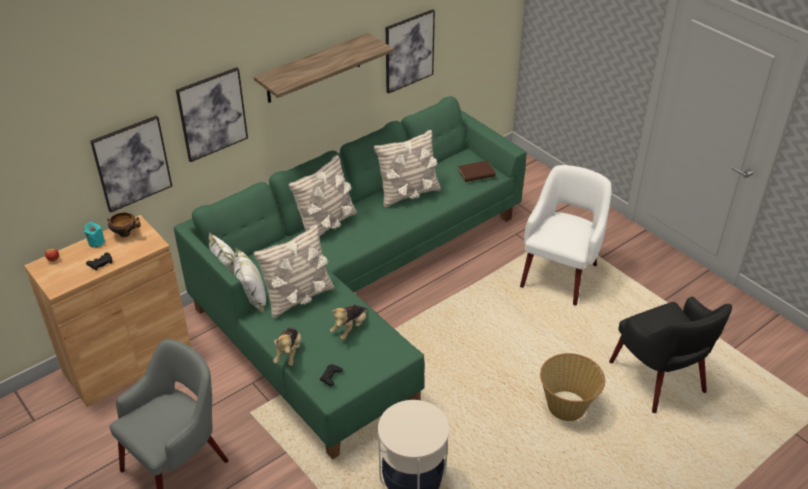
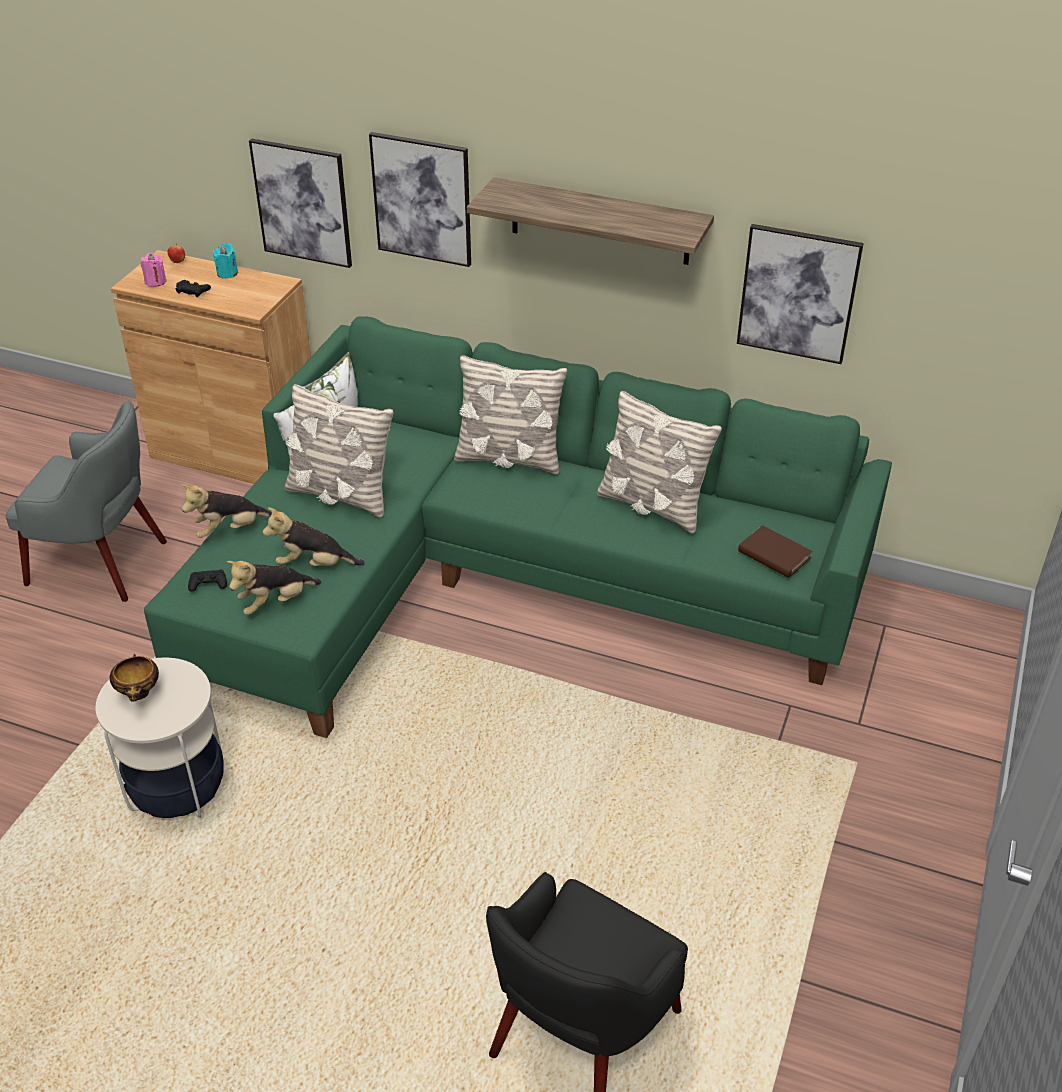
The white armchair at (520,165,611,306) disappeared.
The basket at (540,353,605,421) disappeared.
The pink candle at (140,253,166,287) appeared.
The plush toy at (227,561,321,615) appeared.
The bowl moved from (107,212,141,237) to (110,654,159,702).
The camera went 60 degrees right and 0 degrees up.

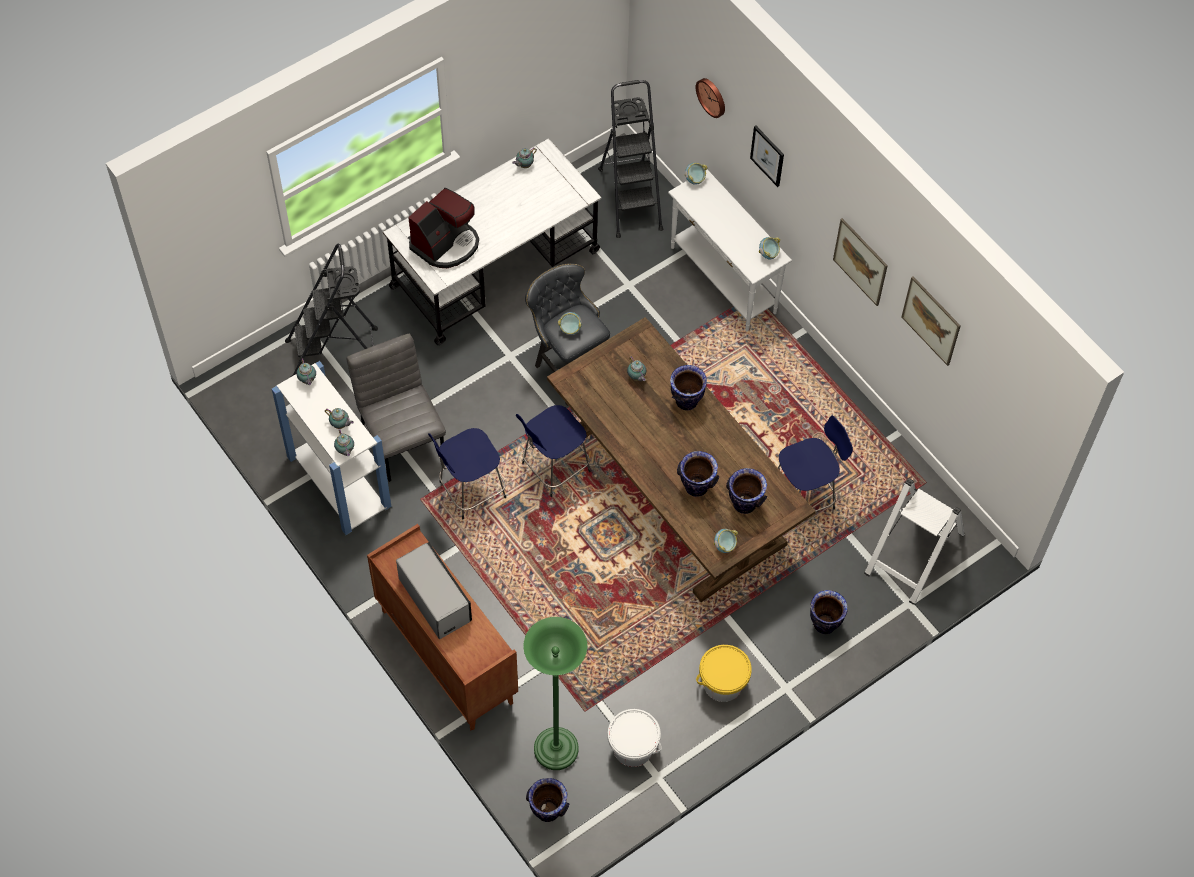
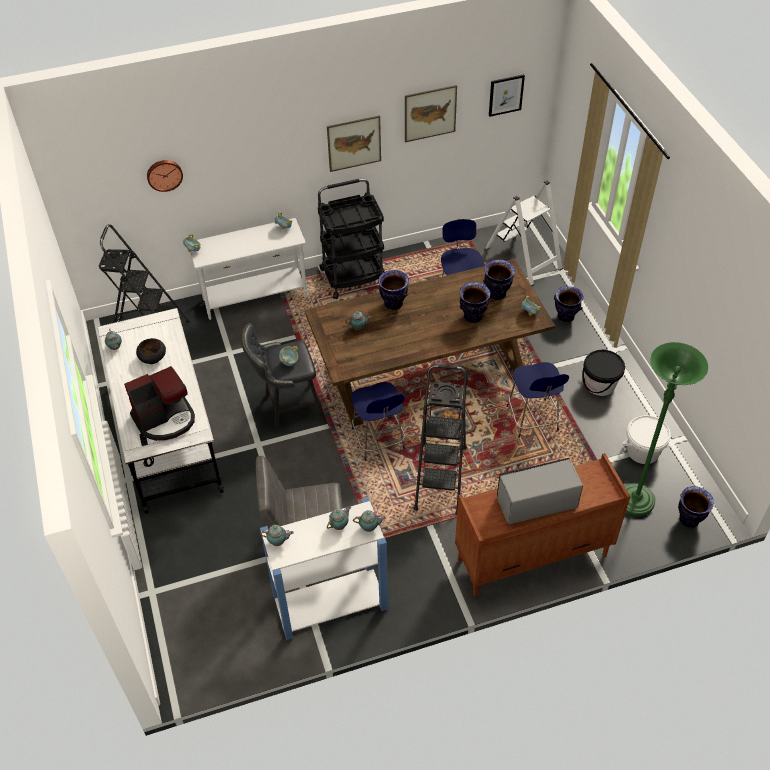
The black bowl at (136,338,166,364) appeared.
The black cart at (318,179,385,299) appeared.
The step ladder moved from (285,244,378,377) to (414,364,467,515).
The blue stool moved from (428,428,506,519) to (507,362,569,438).
The picture moved from (750,126,784,187) to (489,74,525,117).
The yellow bucket at (696,645,752,702) became the black bucket at (582,350,625,396).
The coffee machine at (408,188,479,268) turned 90 degrees clockwise.
The camera went 70 degrees left and 10 degrees down.

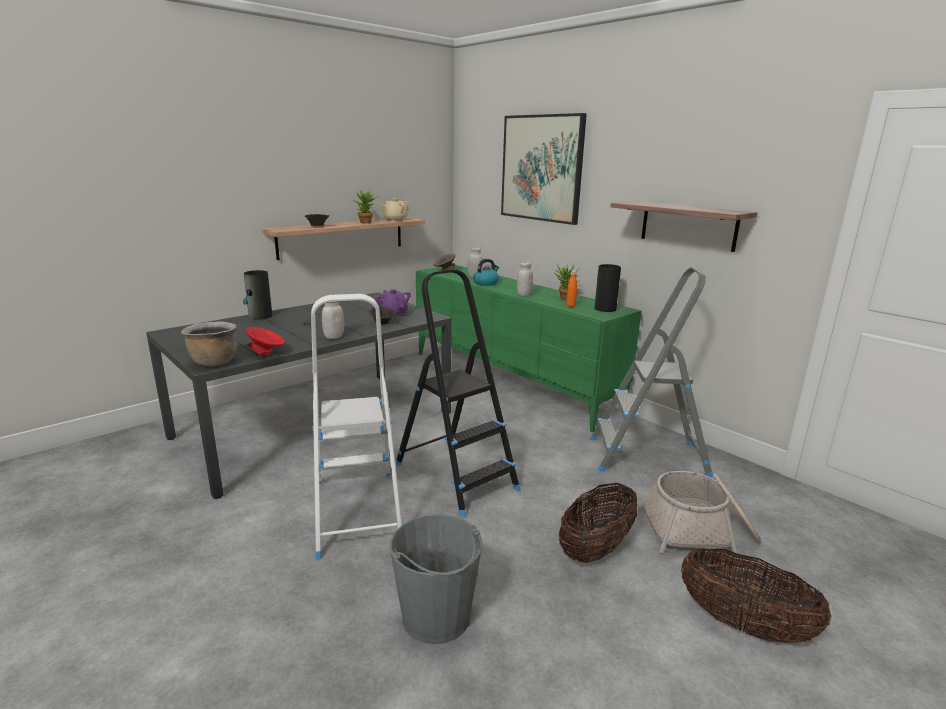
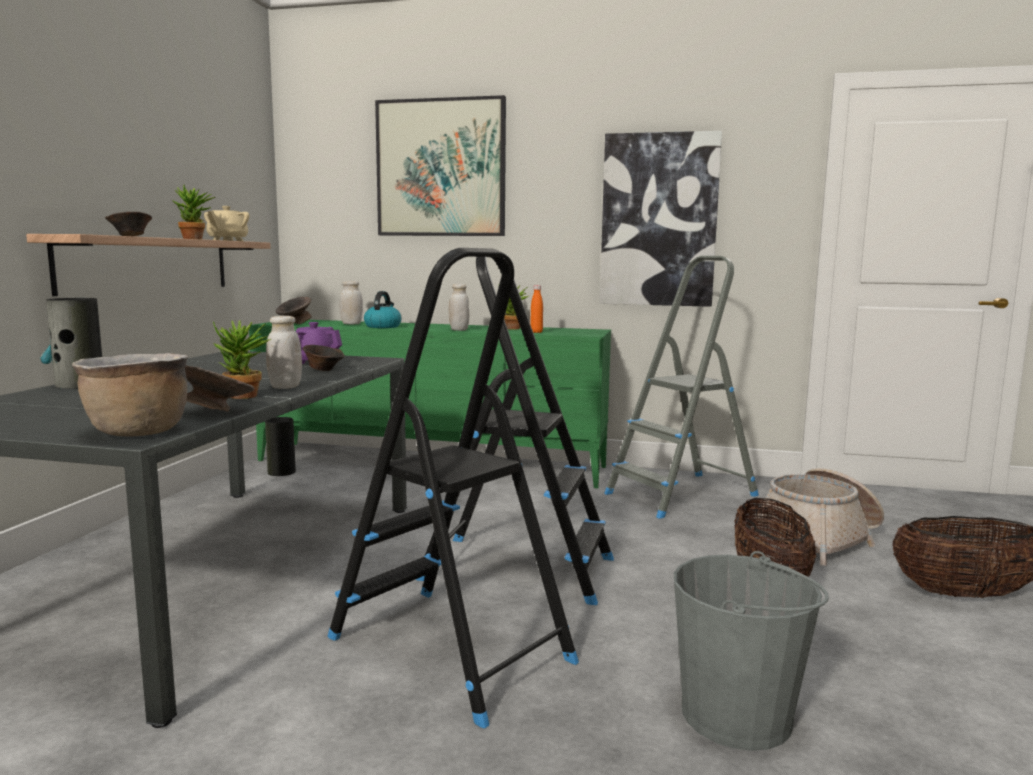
The potted plant at (213,320,271,399) appeared.
The vase moved from (595,264,621,312) to (265,417,296,476).
The shelf at (610,201,758,252) was replaced by the picture at (600,131,722,307).
The red bowl at (246,327,285,355) became the grey bowl at (185,365,254,412).
The white step ladder at (311,294,403,559) became the black step ladder at (328,248,579,728).
The camera went 35 degrees left and 10 degrees down.

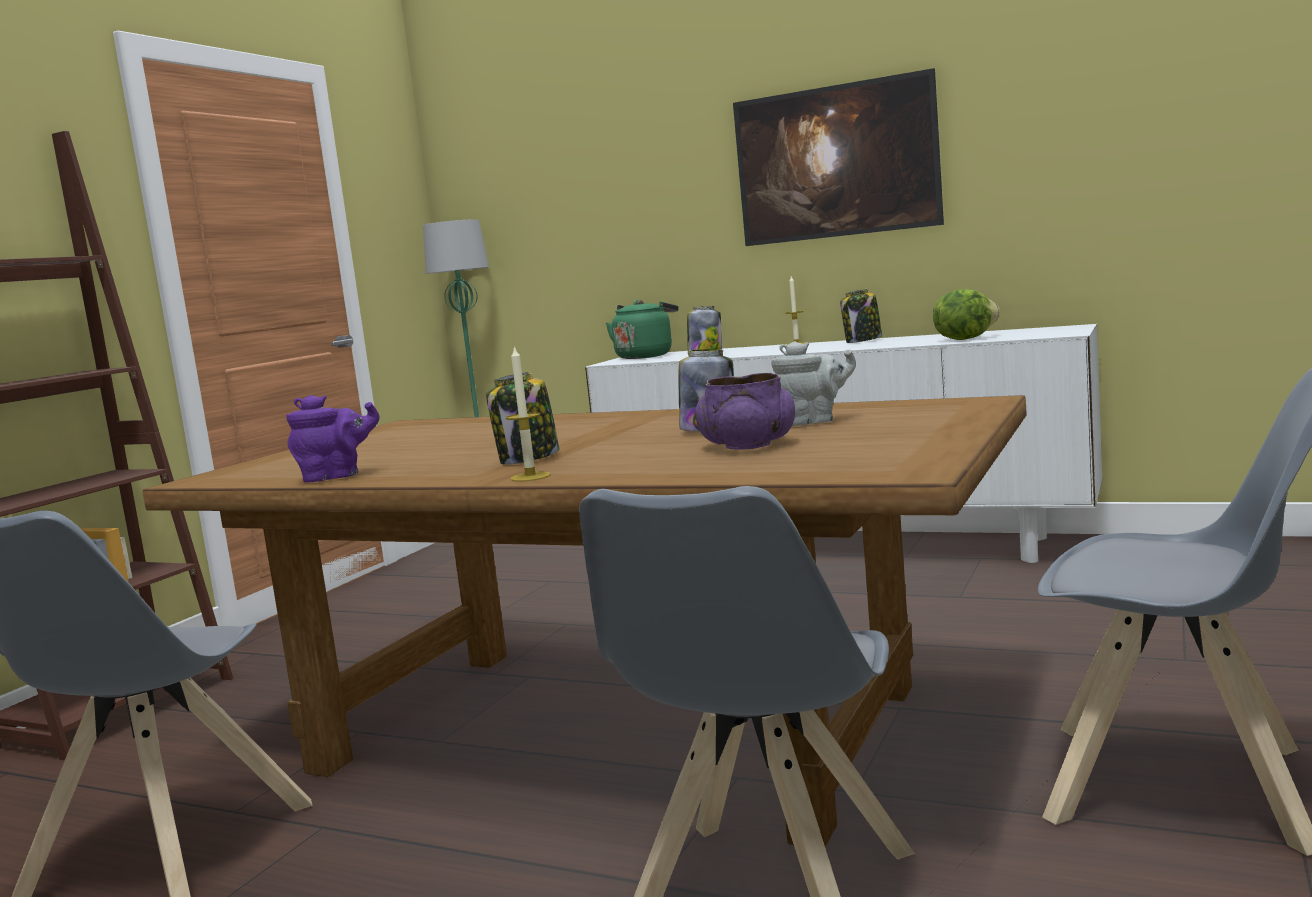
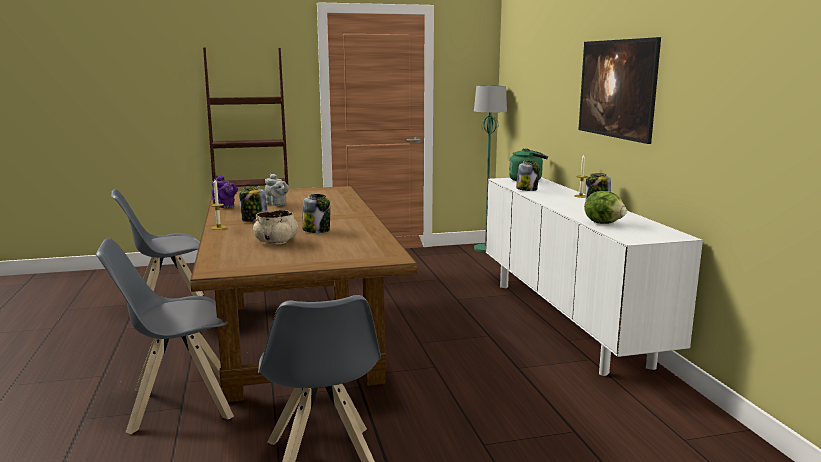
The grey teapot moved from (771,341,856,426) to (265,174,289,206).
The purple bowl at (696,373,795,450) became the beige bowl at (253,210,298,244).
The camera went 50 degrees right and 5 degrees up.

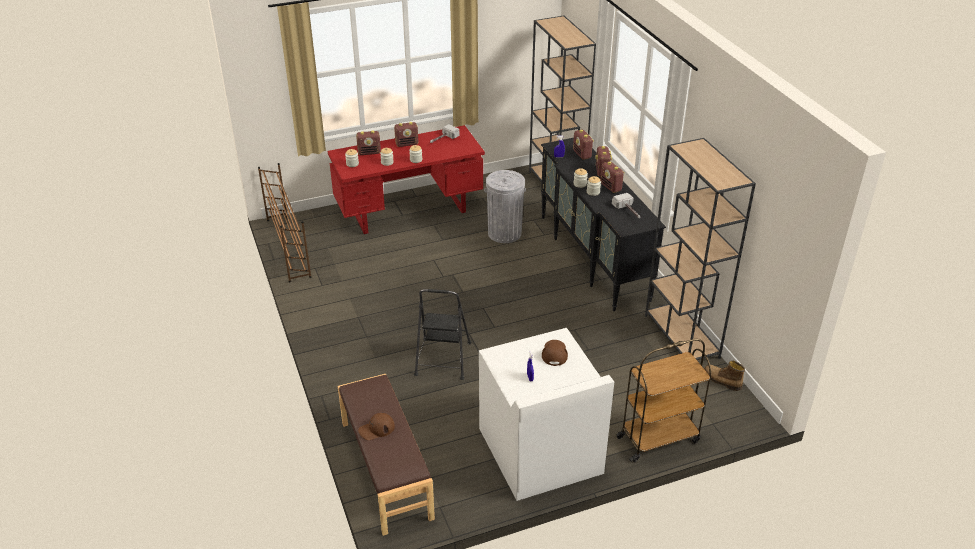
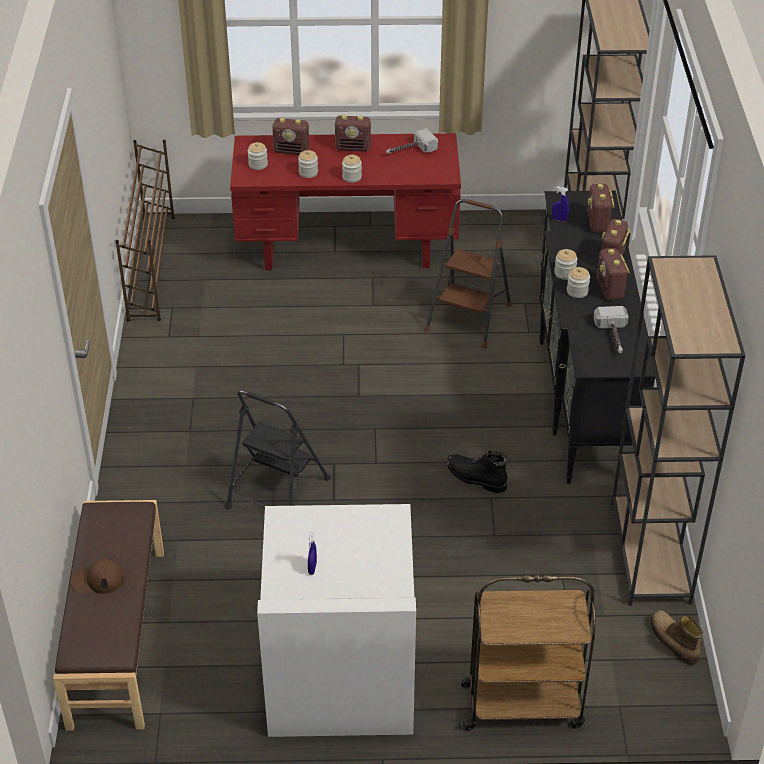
The brown cap at (542,340,568,366) disappeared.
The black boot at (446,451,507,493) appeared.
The grey trash can at (484,170,526,243) was replaced by the brown step ladder at (424,199,512,349).
The camera went 20 degrees right and 5 degrees up.

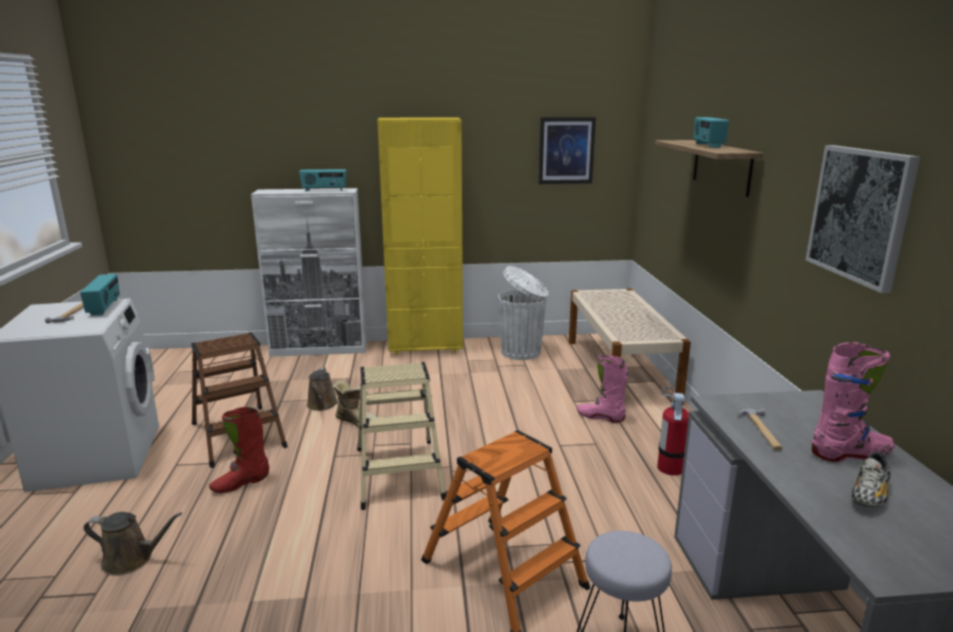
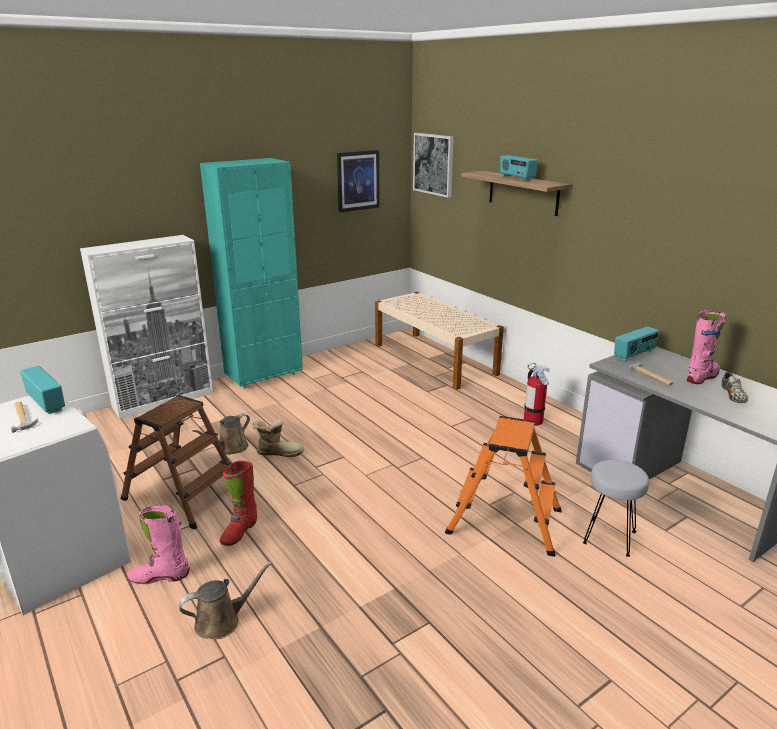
The beige step ladder at (357,362,445,510) disappeared.
The white trash can at (498,266,549,360) disappeared.
The radio moved from (299,169,347,191) to (614,326,659,361).
The pink boot moved from (577,355,628,423) to (127,505,190,584).
The picture moved from (806,145,920,293) to (413,133,454,198).
The yellow cabinet at (377,117,463,355) became the turquoise cabinet at (200,158,303,388).
The brown watering can at (307,367,338,411) turned 75 degrees clockwise.
The camera went 30 degrees left and 5 degrees up.

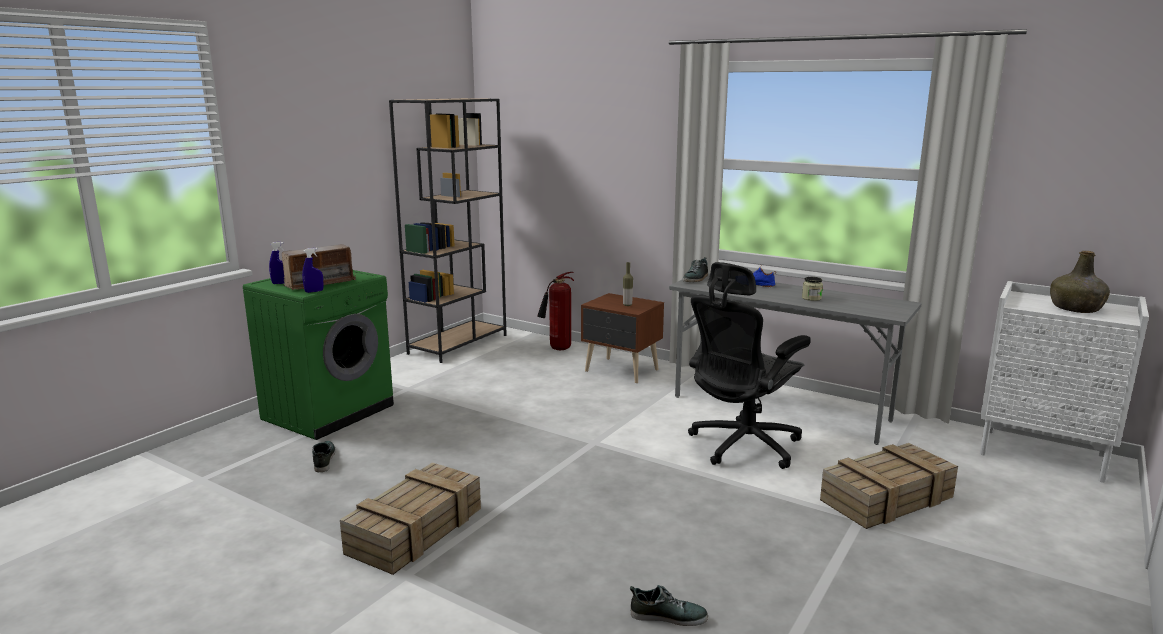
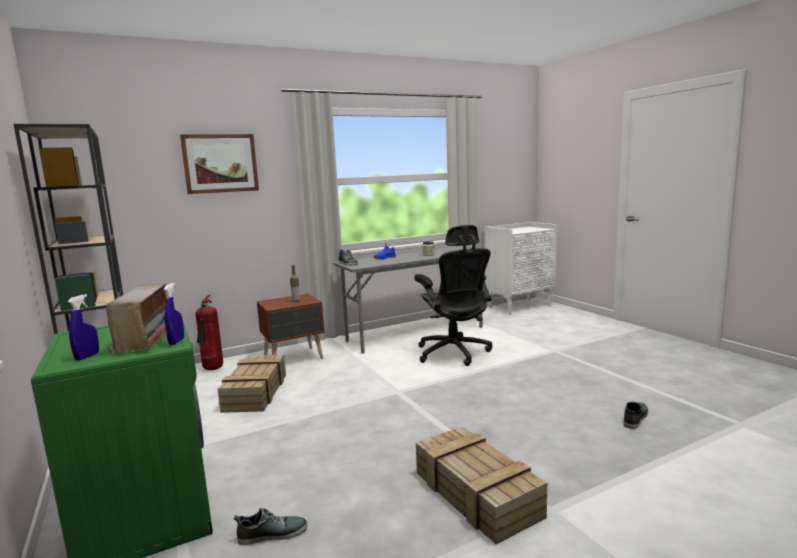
The green bottle at (1050,251,1110,313) disappeared.
The picture at (180,134,259,194) appeared.
The crate moved from (820,443,958,529) to (217,355,286,413).
The shoe at (312,441,335,472) turned 150 degrees clockwise.
The camera went 60 degrees left and 5 degrees down.

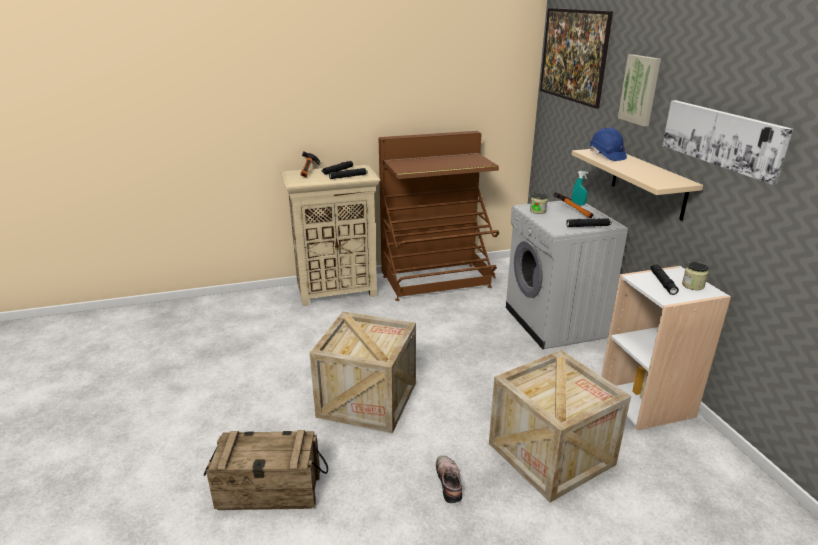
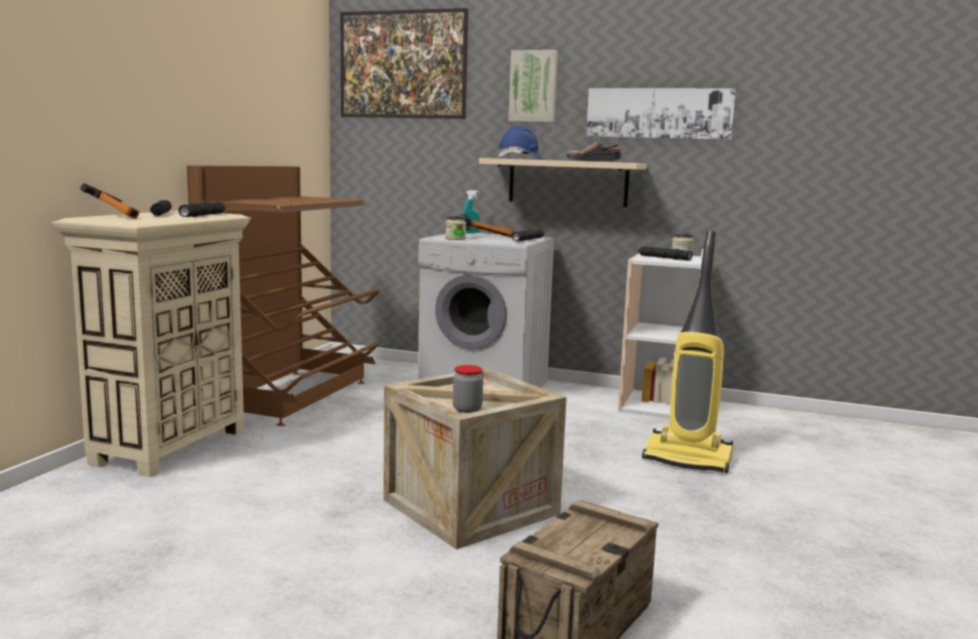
The jar at (453,365,483,413) appeared.
The shoe moved from (436,456,462,503) to (567,142,621,161).
The crate at (489,350,631,503) was replaced by the vacuum cleaner at (642,231,733,473).
The camera went 55 degrees left and 15 degrees down.

